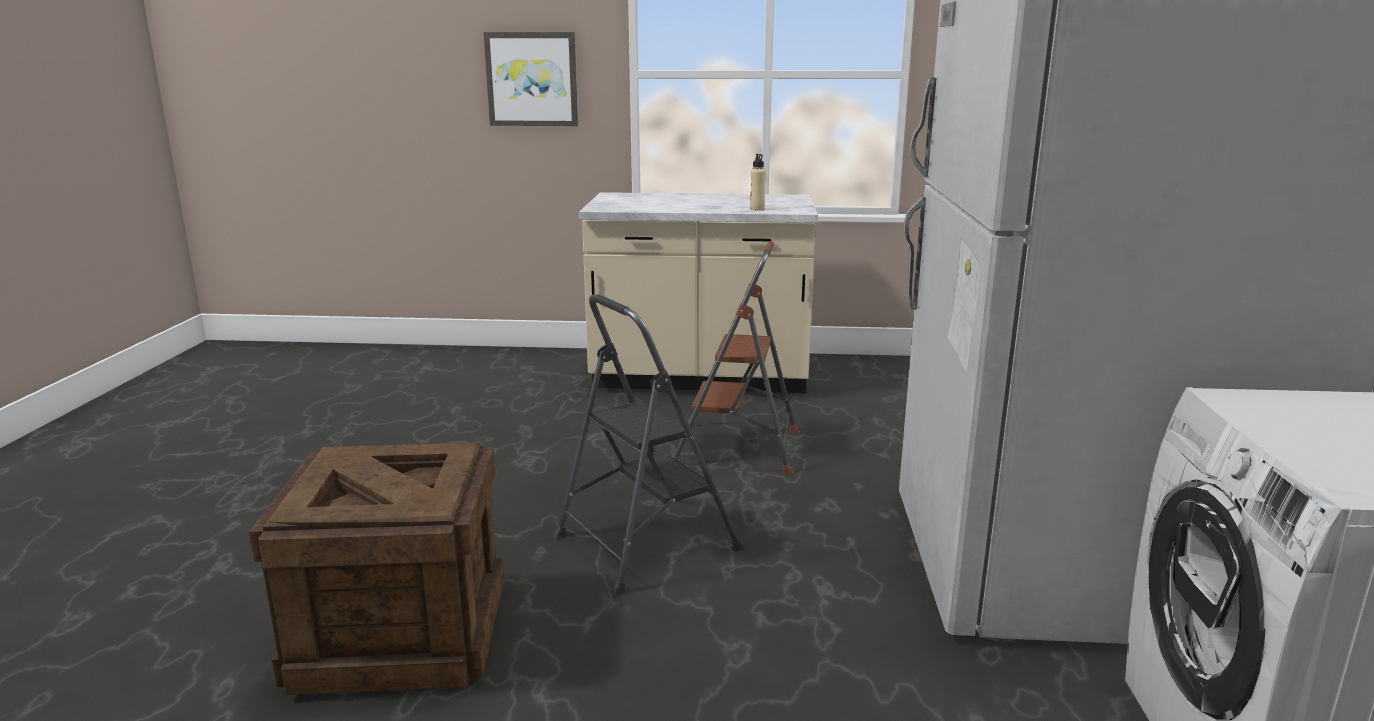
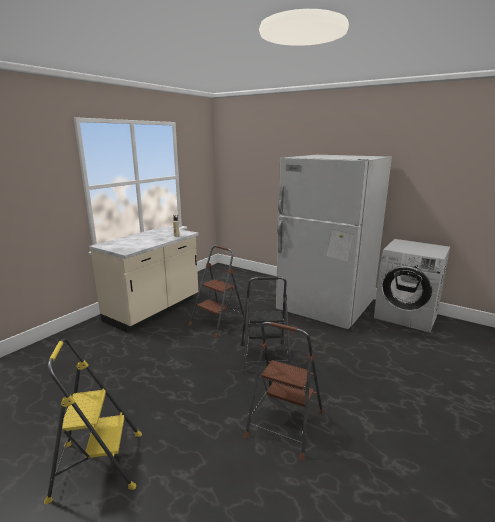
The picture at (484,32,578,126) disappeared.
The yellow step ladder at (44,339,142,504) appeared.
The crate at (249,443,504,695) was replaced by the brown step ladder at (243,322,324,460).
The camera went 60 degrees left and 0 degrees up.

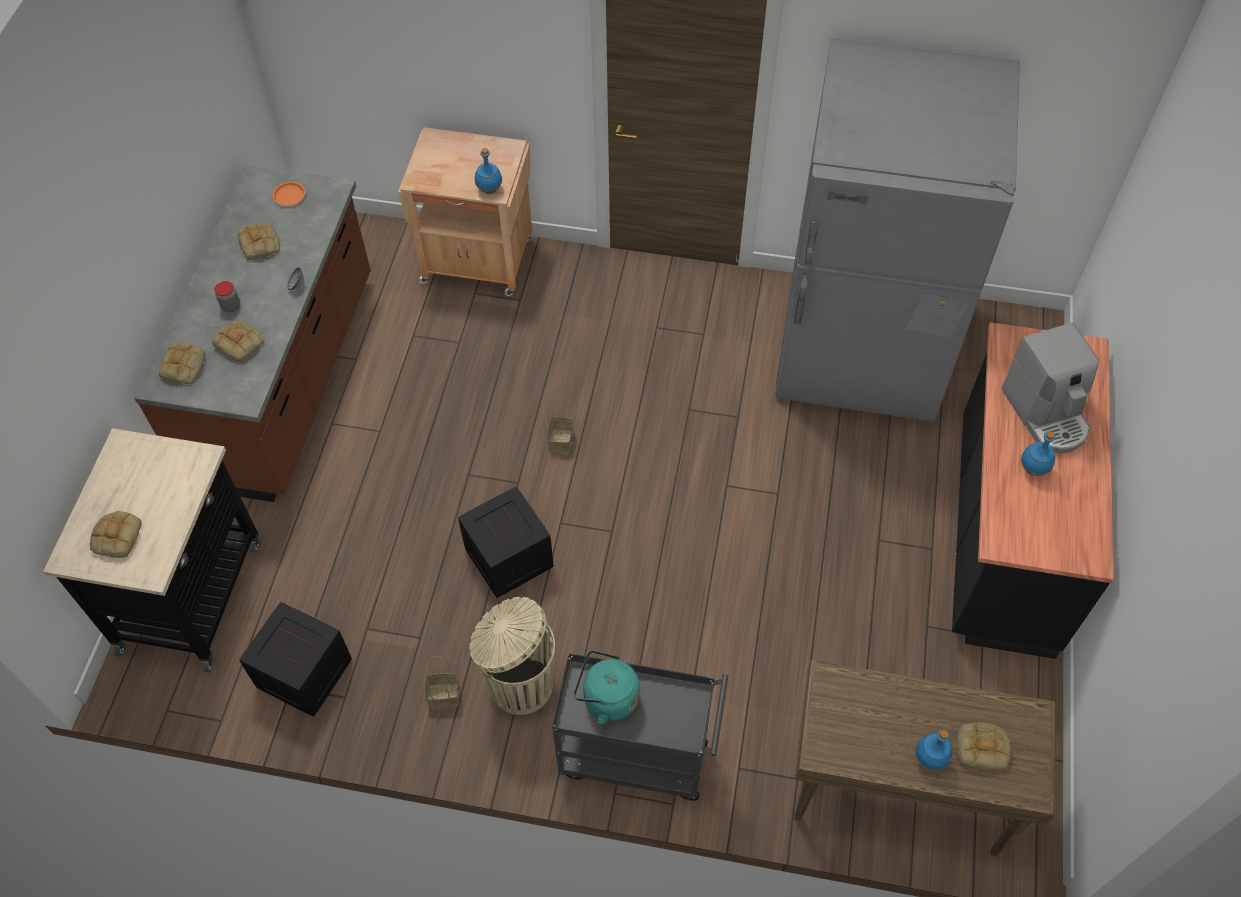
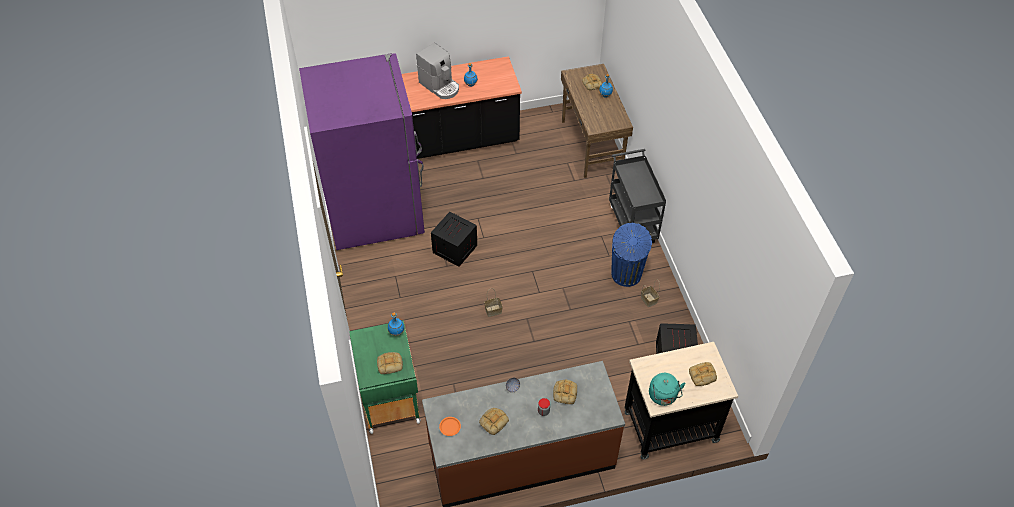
The bread moved from (159,343,206,384) to (377,352,403,374).
The crate moved from (458,486,553,598) to (431,212,477,267).
The turquoise kettle moved from (574,650,640,725) to (649,373,685,406).
The brown cart at (398,127,532,297) became the green cart at (349,320,421,434).
The beige trash can at (469,597,555,715) became the blue trash can at (611,223,652,287).
The grey fridge at (775,38,1020,422) became the purple fridge at (299,53,425,250).
The coffee machine at (1001,323,1099,453) turned 90 degrees clockwise.
The camera went 115 degrees left and 5 degrees down.

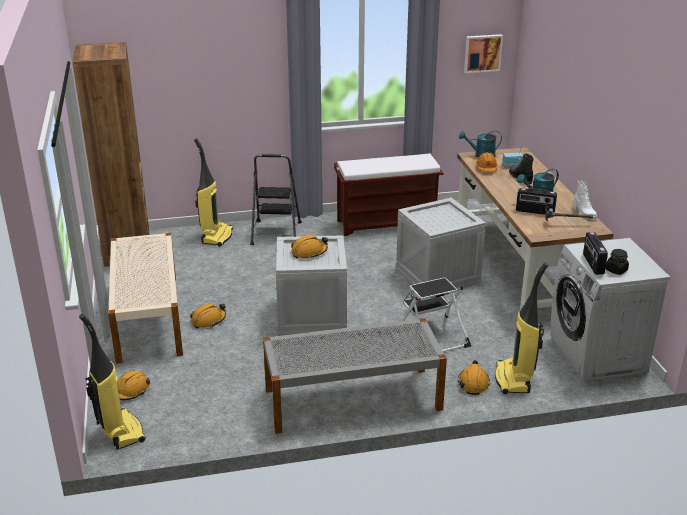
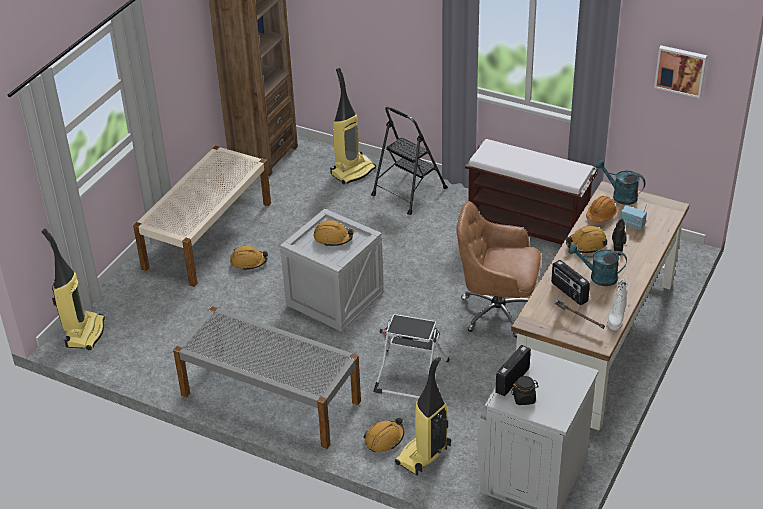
The orange hard hat moved from (117,371,150,400) to (566,226,607,253).
The crate at (396,198,486,289) was replaced by the brown office chair at (456,201,541,338).
The camera went 40 degrees right and 10 degrees up.

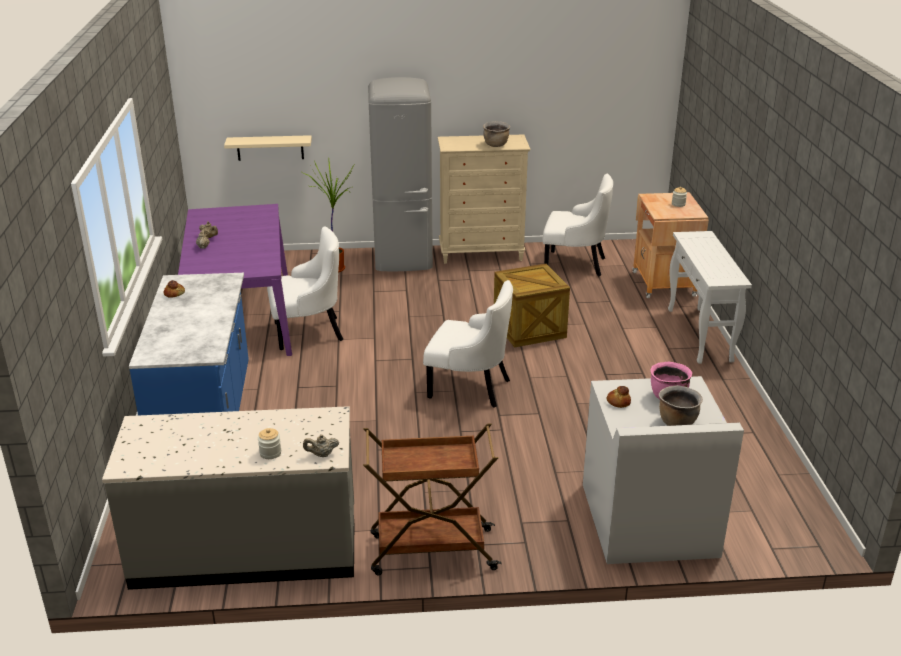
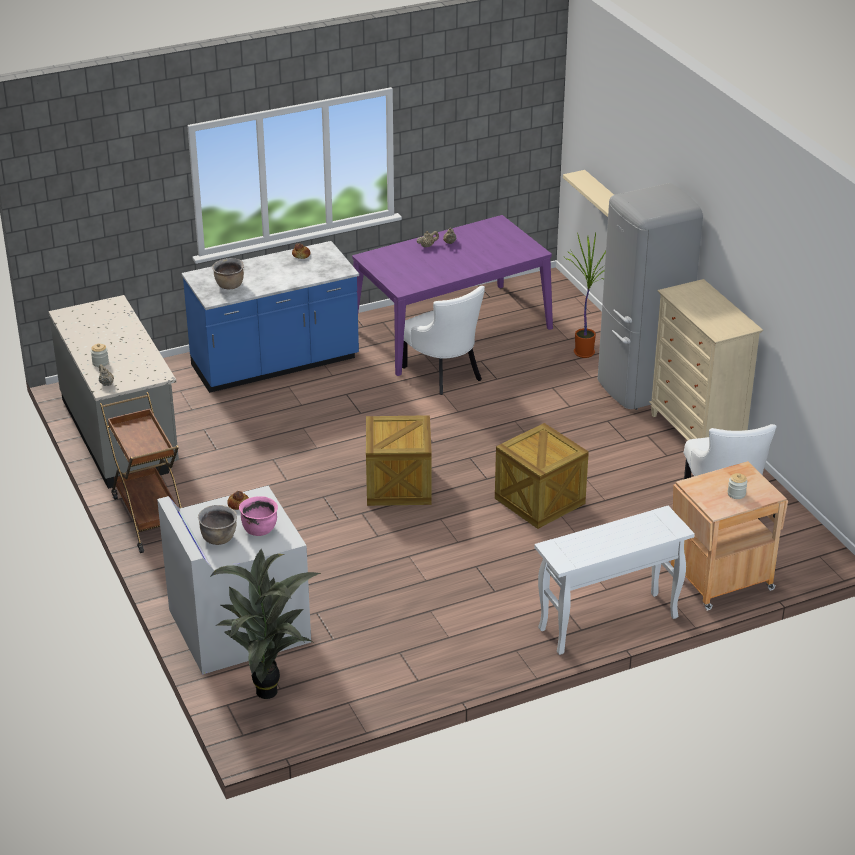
The potted plant at (210,548,321,699) appeared.
The brown cooking pot moved from (483,121,510,147) to (212,258,244,289).
The white chair at (423,280,513,408) was replaced by the crate at (366,415,432,506).
The camera went 70 degrees right and 5 degrees up.

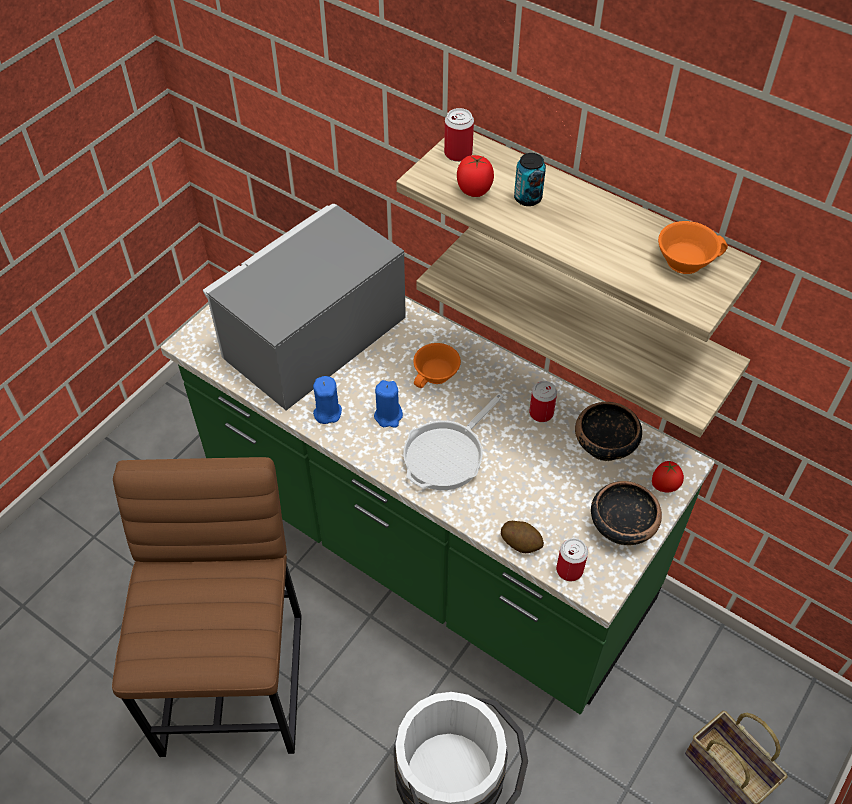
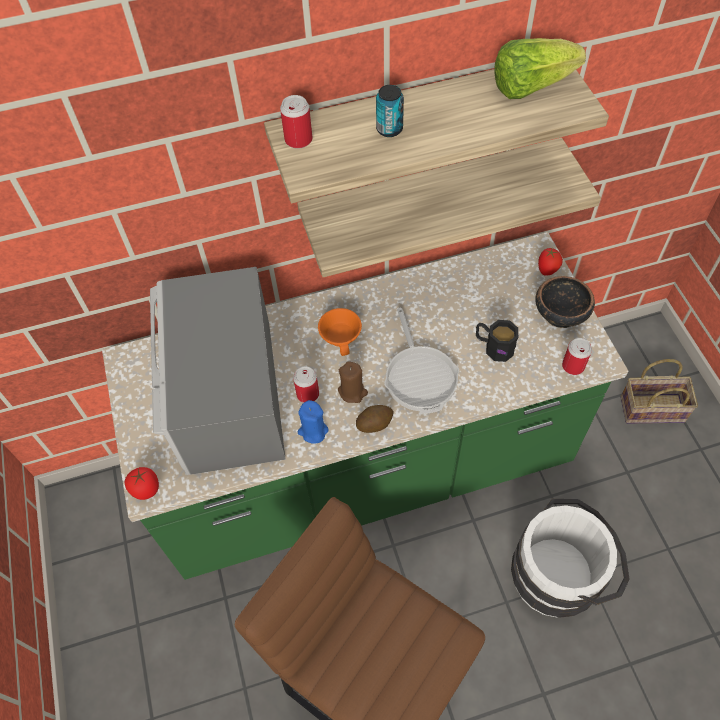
The bowl at (575,402,642,461) disappeared.
The black mug at (476,320,518,362) appeared.
The tomato moved from (457,155,494,197) to (125,467,159,500).
The potato moved from (501,521,544,553) to (356,405,394,433).
The can moved from (529,381,557,422) to (293,366,319,403).
The orange cup at (658,221,728,274) was replaced by the lettuce at (494,38,586,99).
The blue candle at (374,380,403,428) became the brown candle at (338,361,368,403).
The camera went 50 degrees left and 5 degrees up.

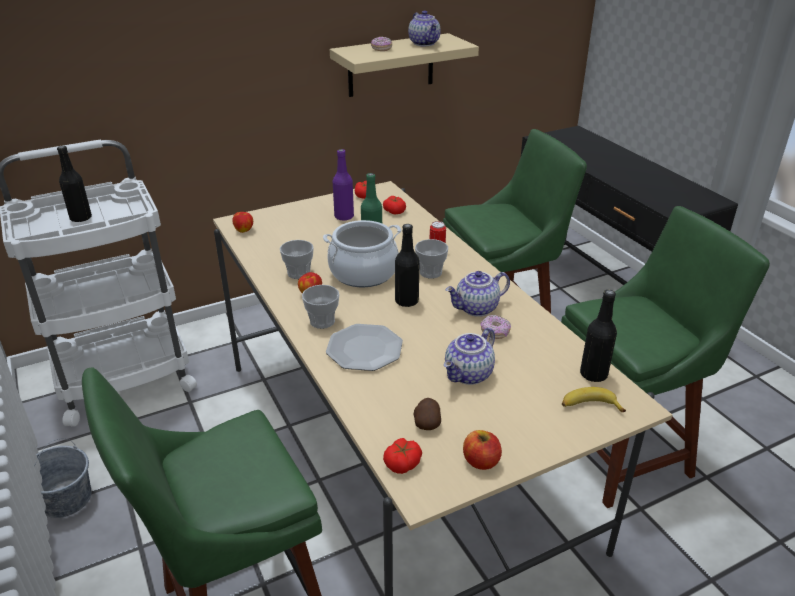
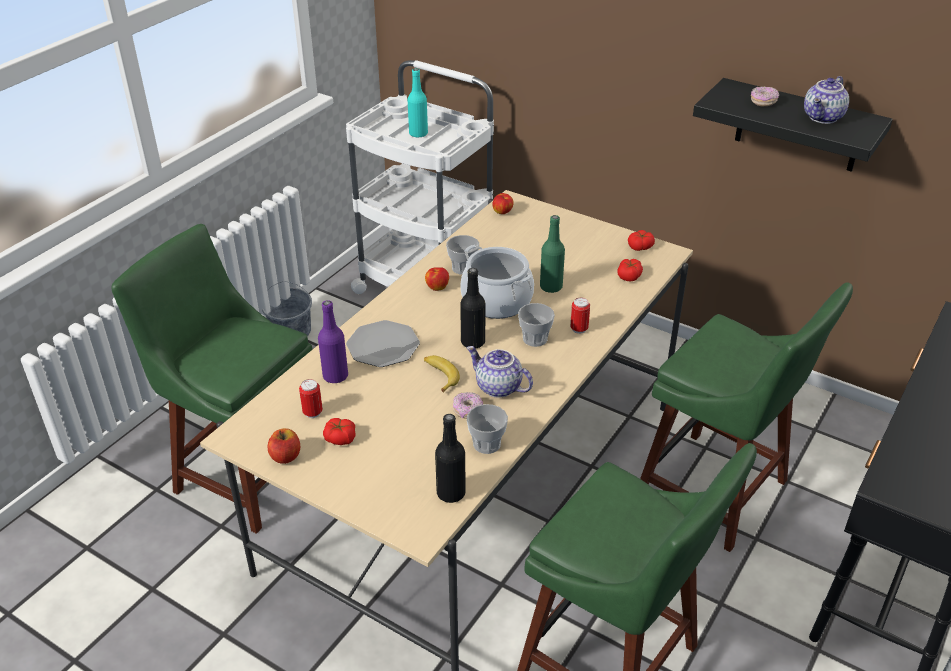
The teapot at (444,327,495,385) disappeared.
The cup moved from (302,285,339,329) to (467,404,508,454).
The purple bottle moved from (333,149,354,221) to (318,300,348,384).
The tomato moved from (383,438,422,474) to (323,418,355,445).
The banana moved from (562,387,626,412) to (424,355,460,393).
The potato at (414,398,441,430) was replaced by the can at (299,379,323,418).
The black bottle at (57,146,92,222) became the turquoise bottle at (408,69,428,138).
The beige shelf at (330,33,479,97) became the black shelf at (693,78,893,172).
The camera went 60 degrees right and 5 degrees up.

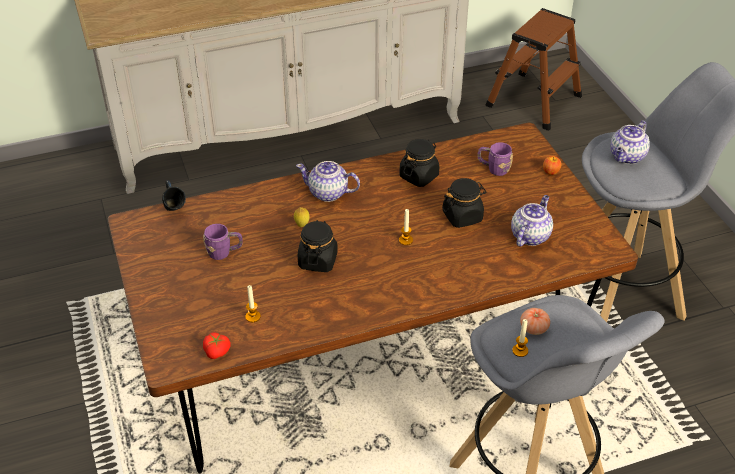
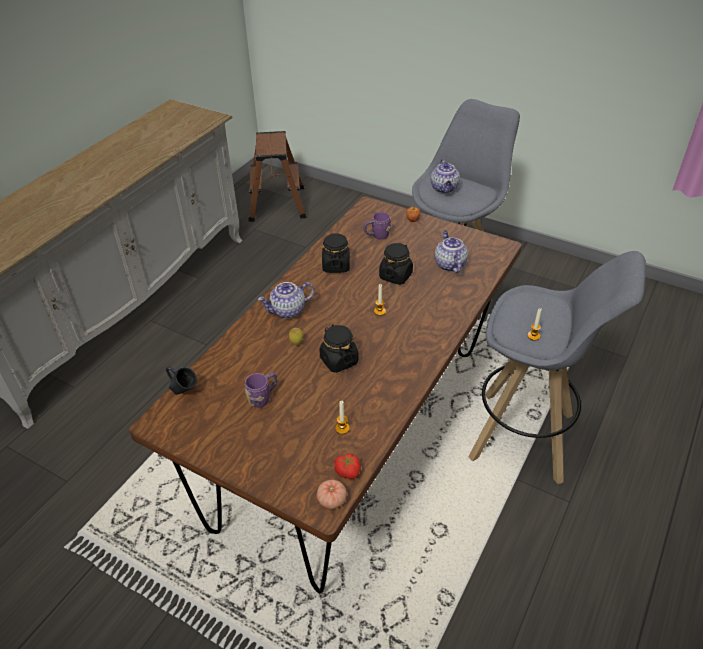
The tomato moved from (520,308,550,335) to (317,480,347,509).
The camera went 40 degrees left and 0 degrees up.

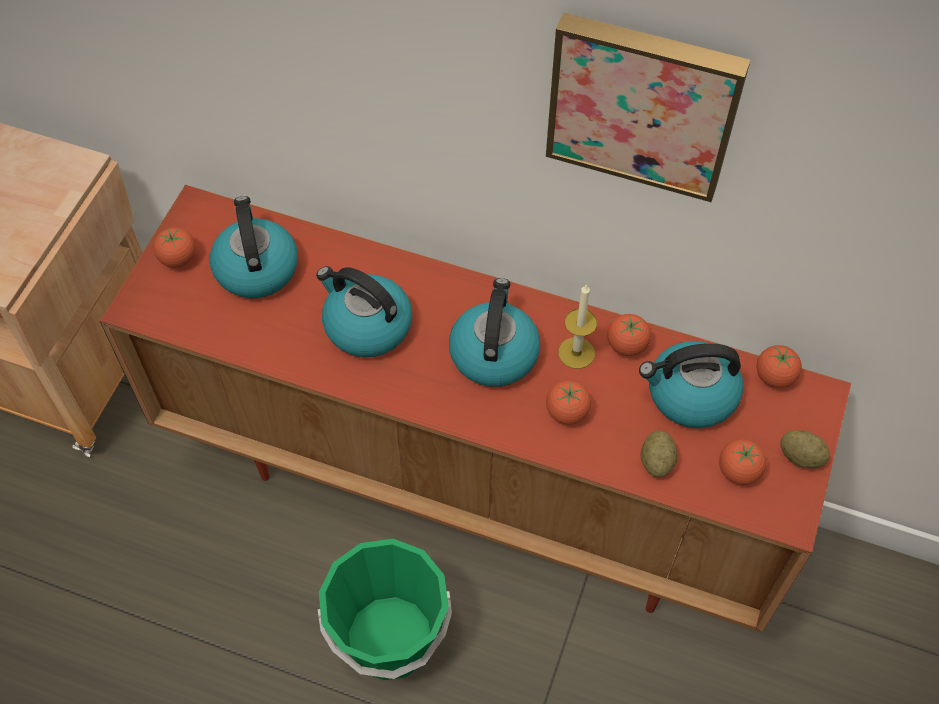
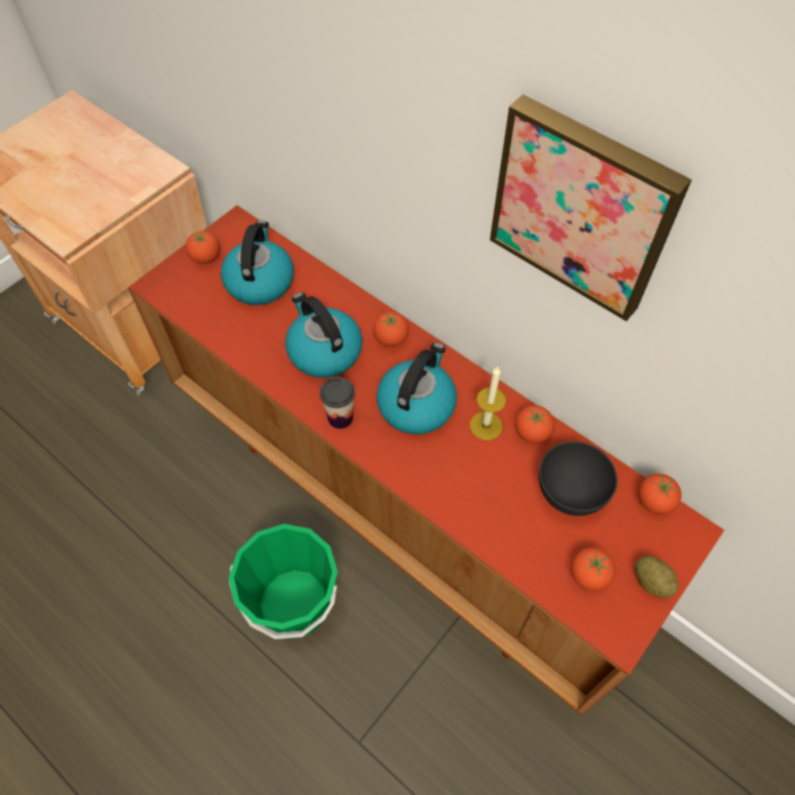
The potato at (640,431,678,478) disappeared.
The cup at (320,377,355,429) appeared.
The tomato moved from (546,381,591,425) to (373,312,409,347).
The kettle at (639,341,743,428) was replaced by the grey bowl at (539,441,617,516).
The camera went 20 degrees right and 0 degrees up.

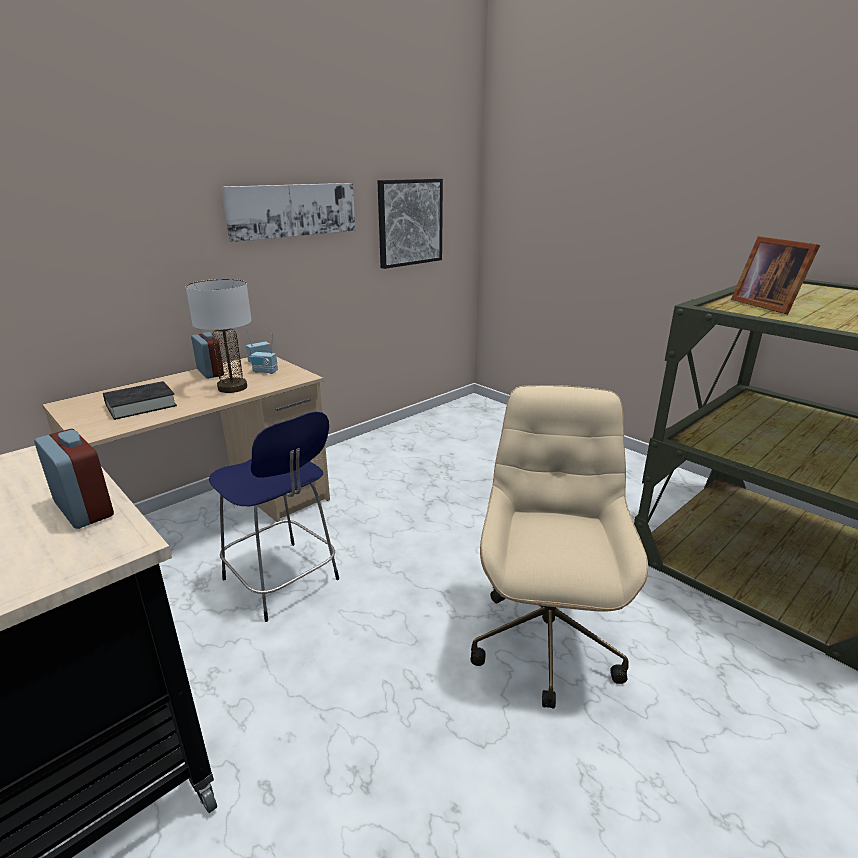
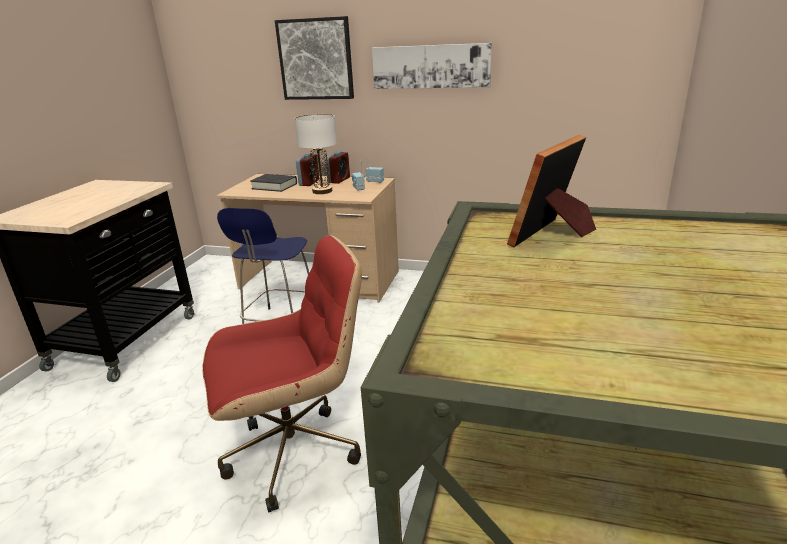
The alarm clock moved from (34,429,114,529) to (296,154,319,186).
The picture moved from (378,179,443,269) to (275,16,354,100).
The beige office chair at (471,385,648,709) became the red office chair at (202,235,362,512).
The camera went 60 degrees right and 0 degrees up.

